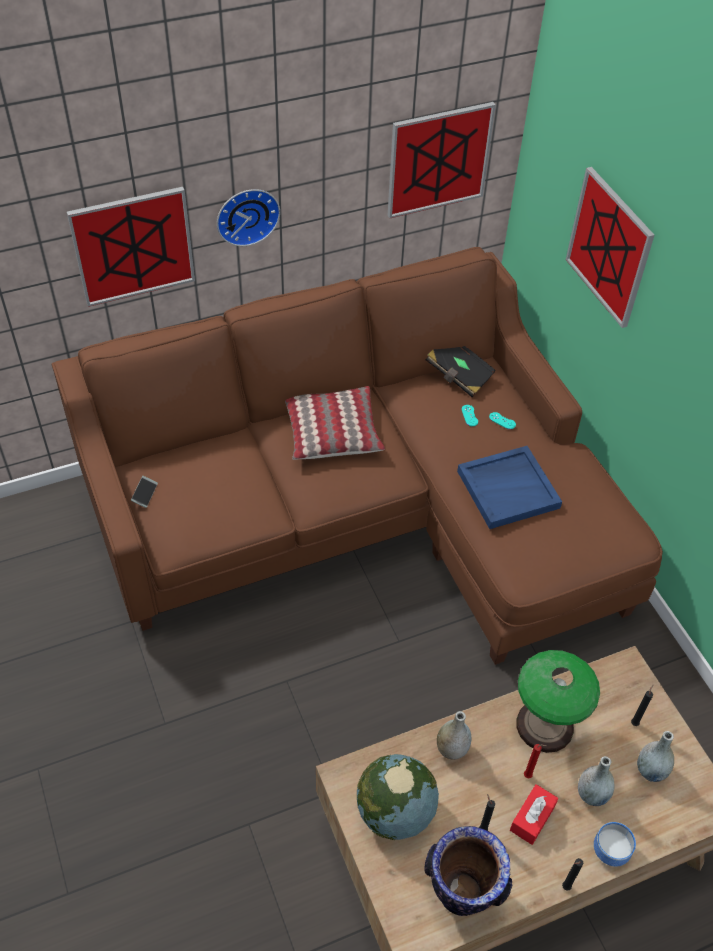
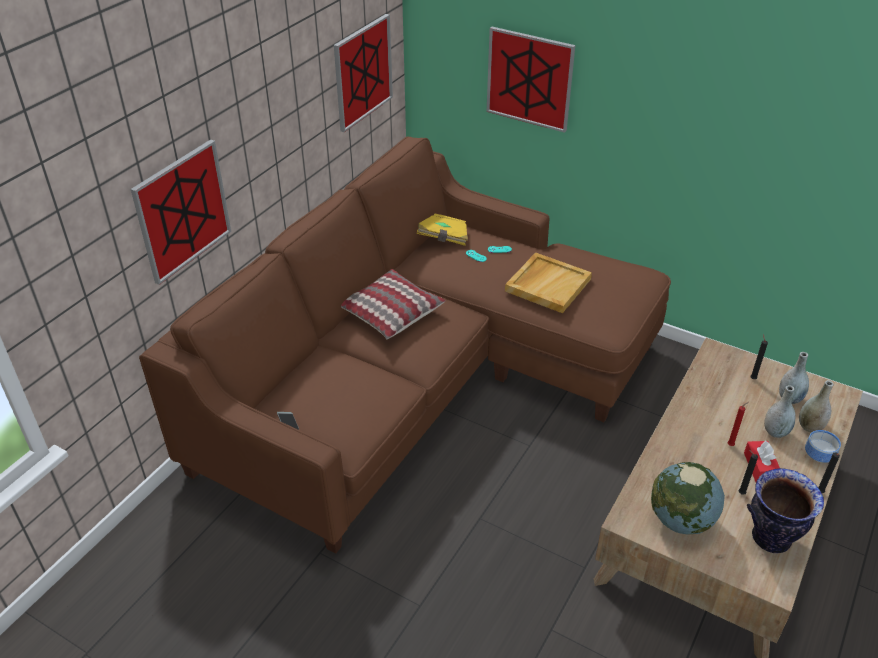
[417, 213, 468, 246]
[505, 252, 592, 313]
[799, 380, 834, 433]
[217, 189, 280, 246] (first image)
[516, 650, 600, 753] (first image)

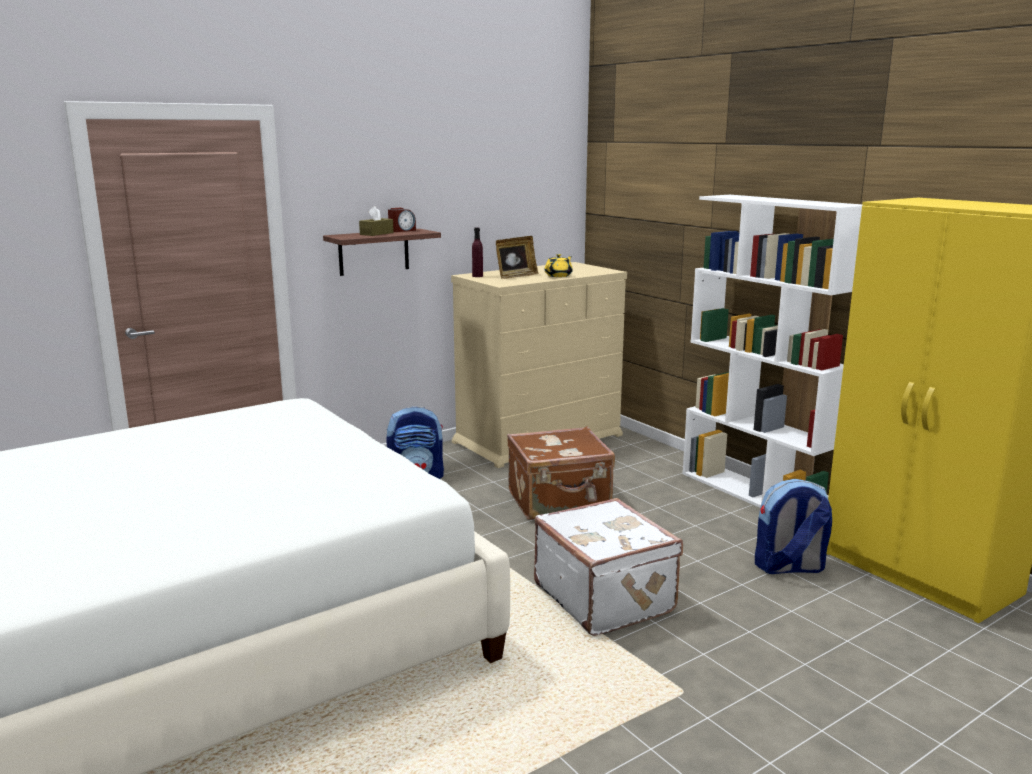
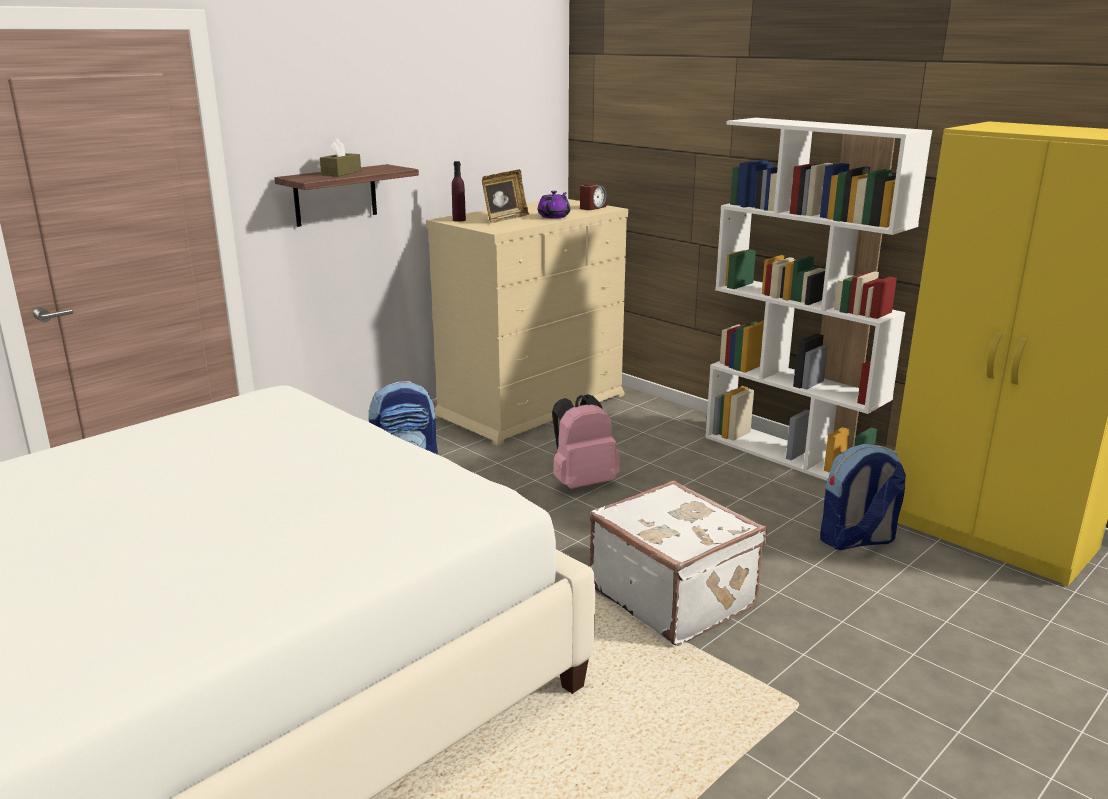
[538, 191, 570, 219]
[552, 394, 620, 489]
[580, 183, 606, 210]

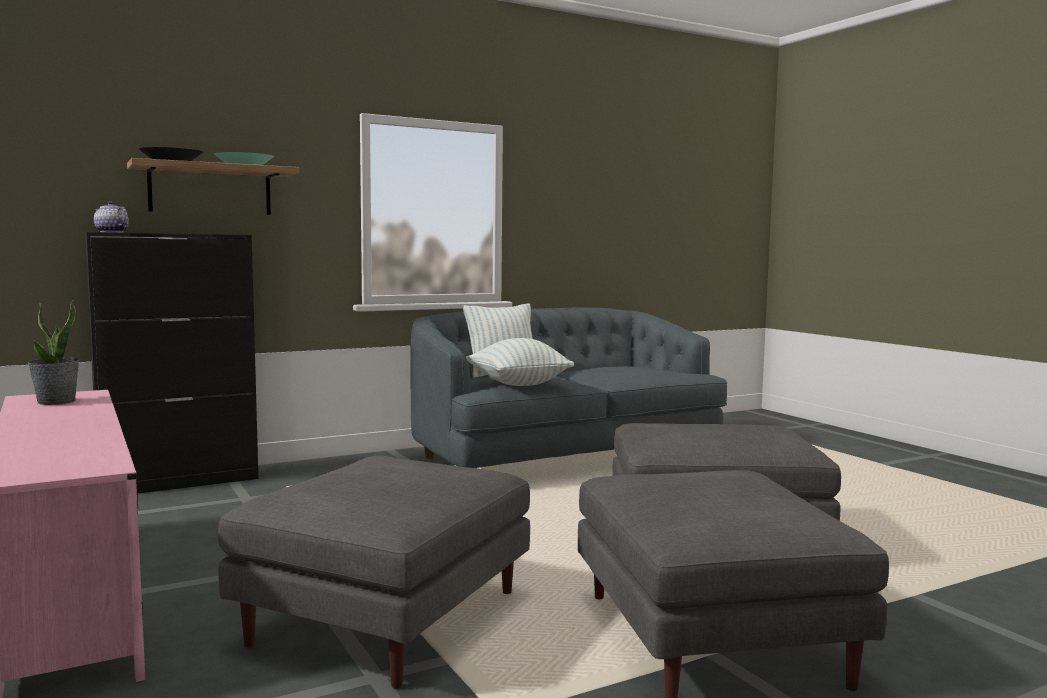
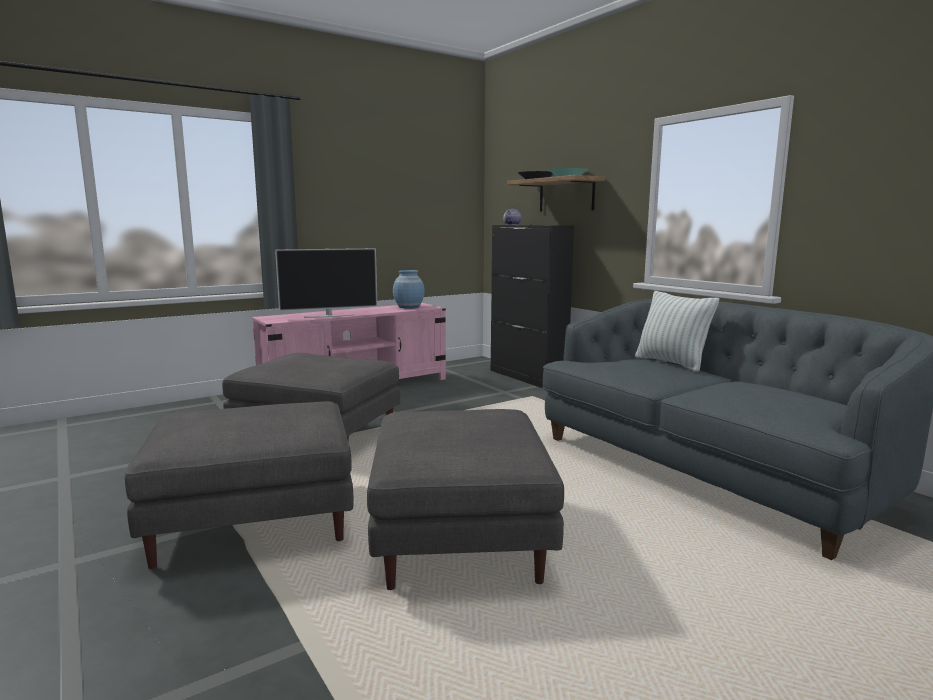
[275, 248, 378, 318]
[393, 270, 425, 309]
[466, 338, 574, 386] (first image)

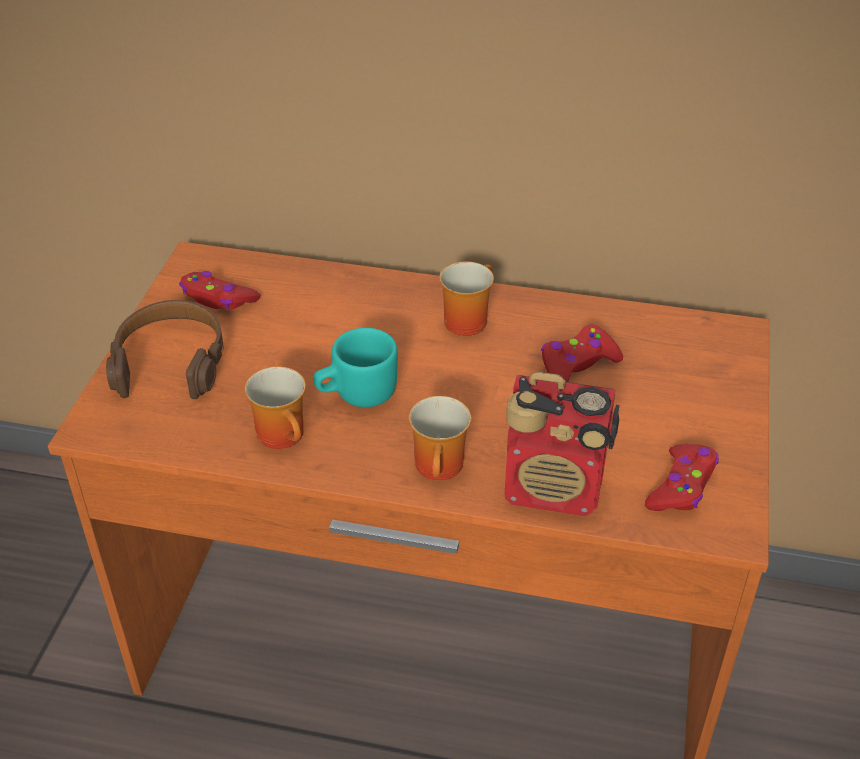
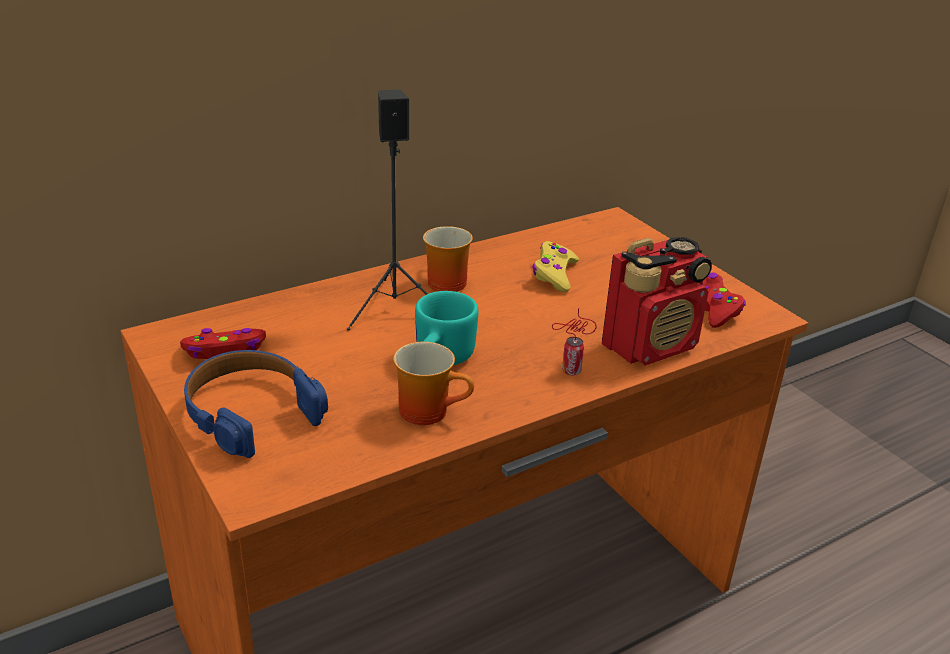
[184, 350, 328, 458]
[347, 89, 428, 330]
[532, 241, 579, 292]
[552, 308, 596, 375]

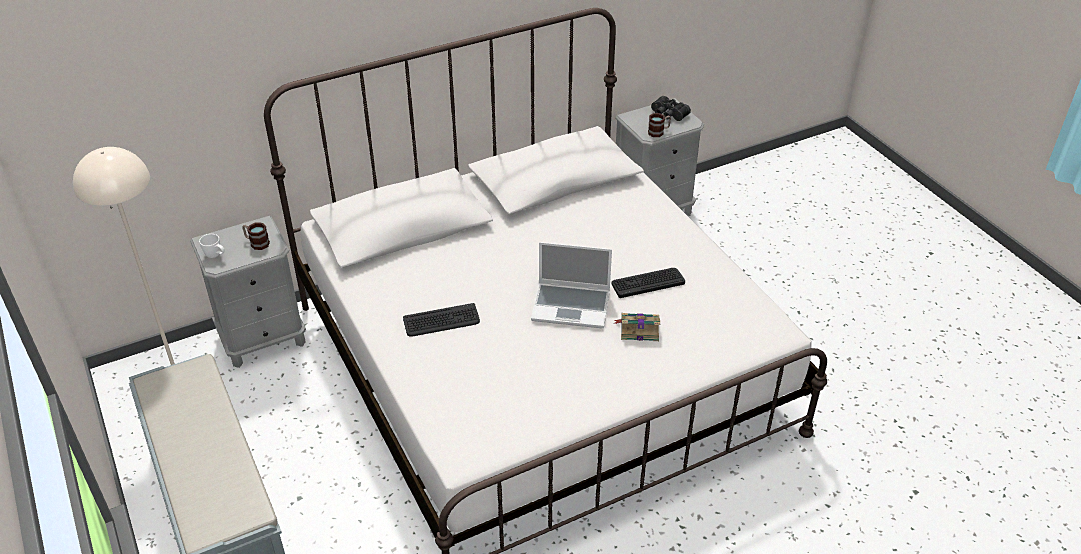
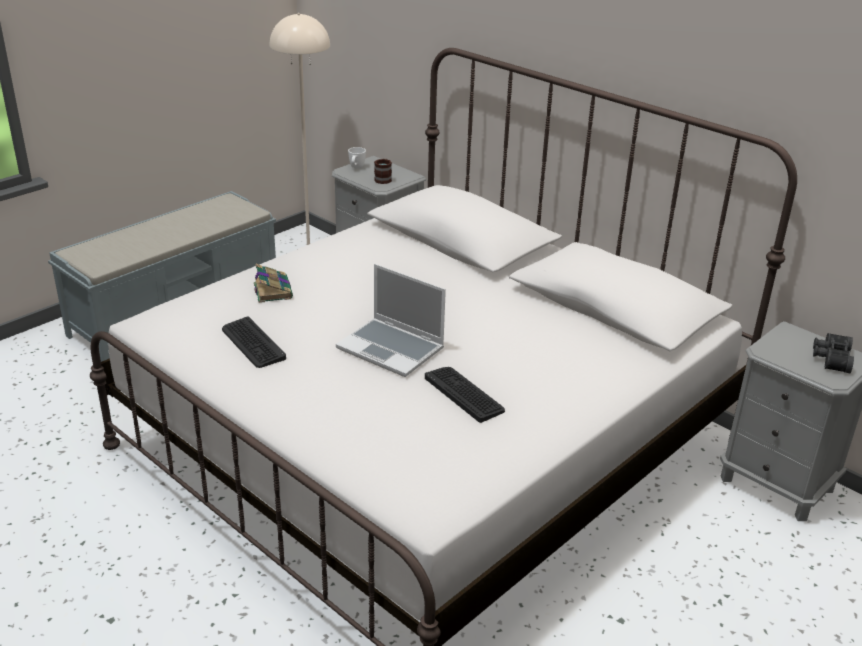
[222, 317, 286, 368]
[254, 264, 293, 303]
[336, 264, 446, 377]
[648, 113, 671, 137] (first image)

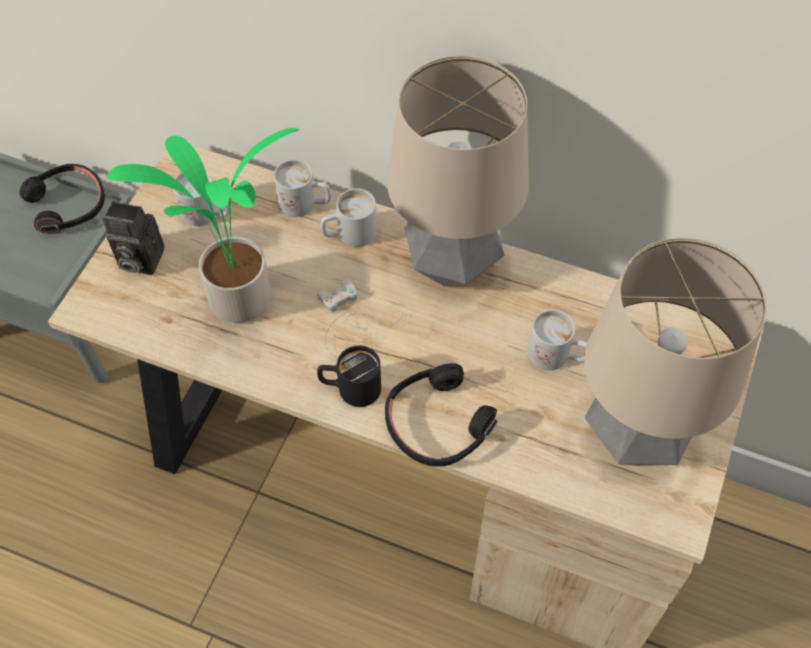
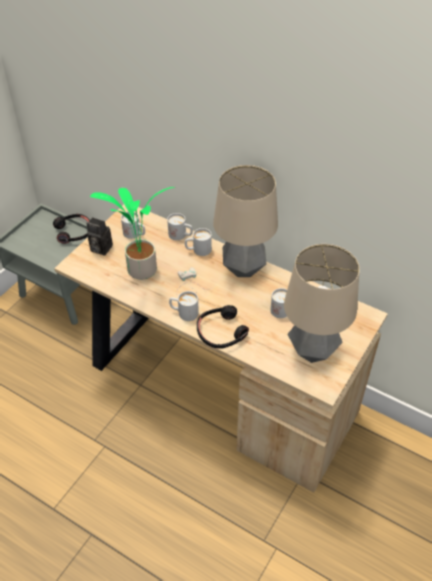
[169, 291, 199, 321]

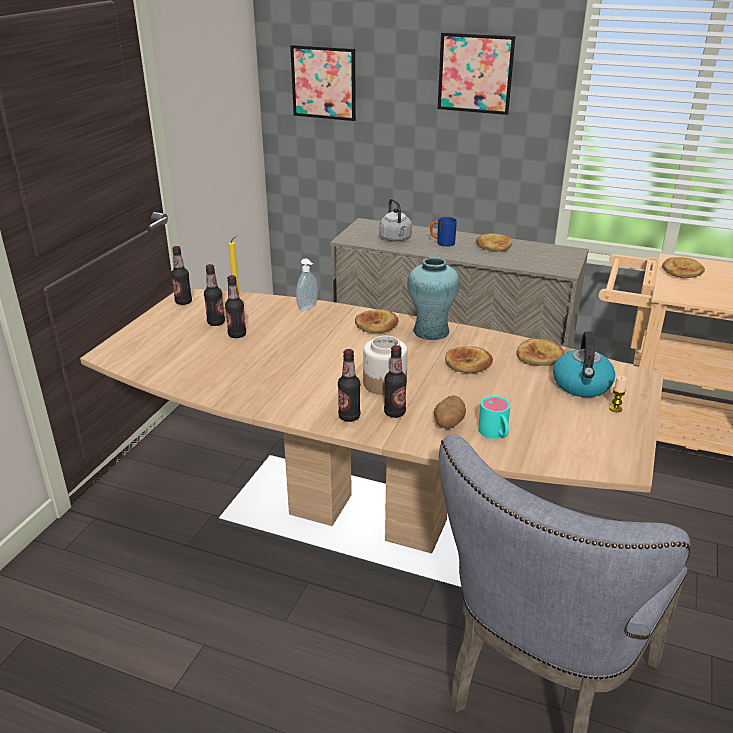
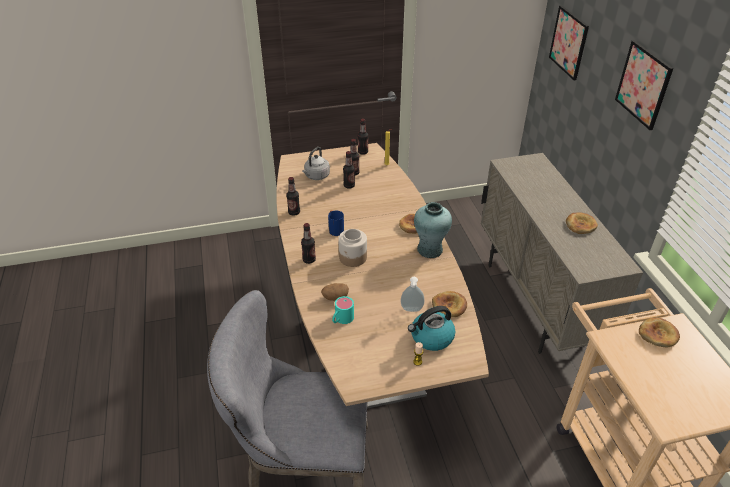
[286, 177, 300, 216]
[302, 147, 330, 180]
[328, 210, 344, 236]
[401, 277, 425, 312]
[445, 346, 493, 374] (first image)

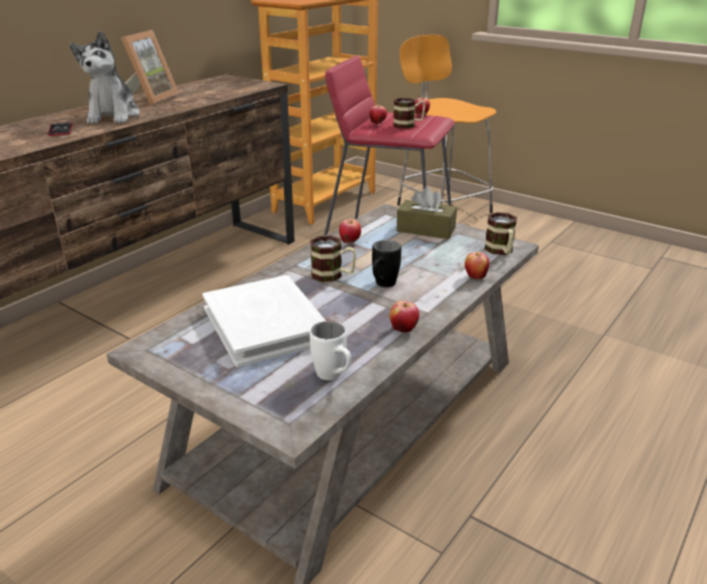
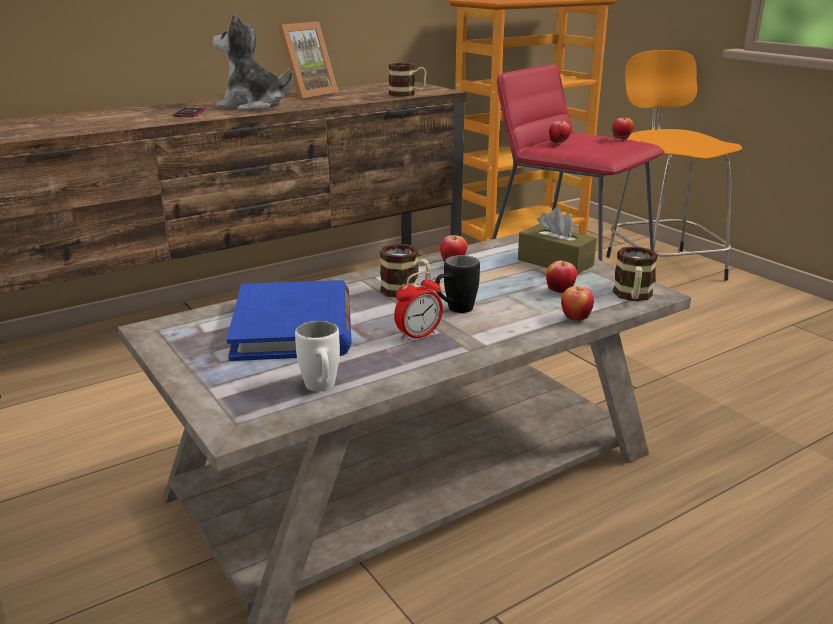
[213, 13, 293, 110]
[227, 280, 352, 361]
[388, 63, 427, 97]
[394, 271, 443, 342]
[546, 261, 577, 294]

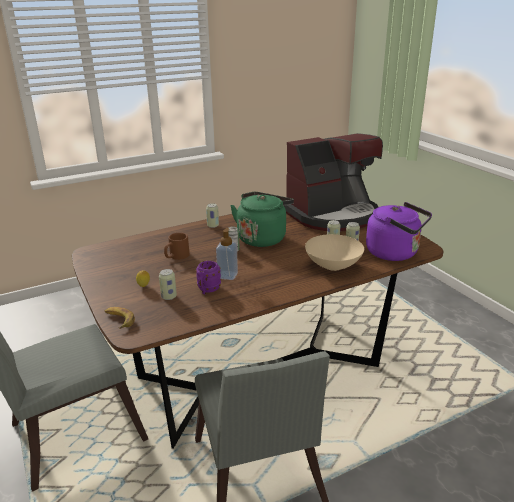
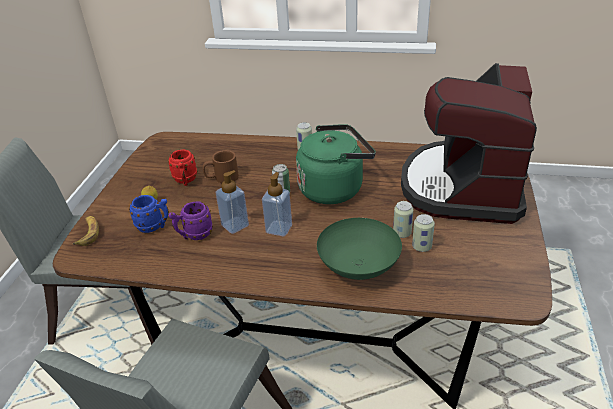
[129, 195, 169, 233]
[168, 150, 198, 186]
[262, 172, 292, 236]
[317, 218, 402, 280]
[401, 63, 537, 224]
[366, 202, 432, 261] (first image)

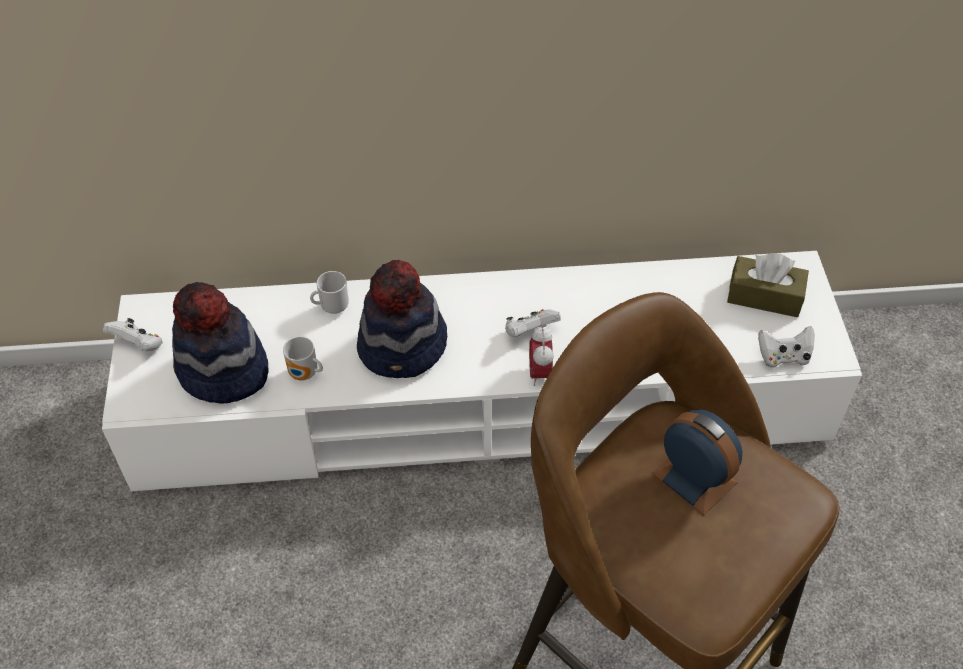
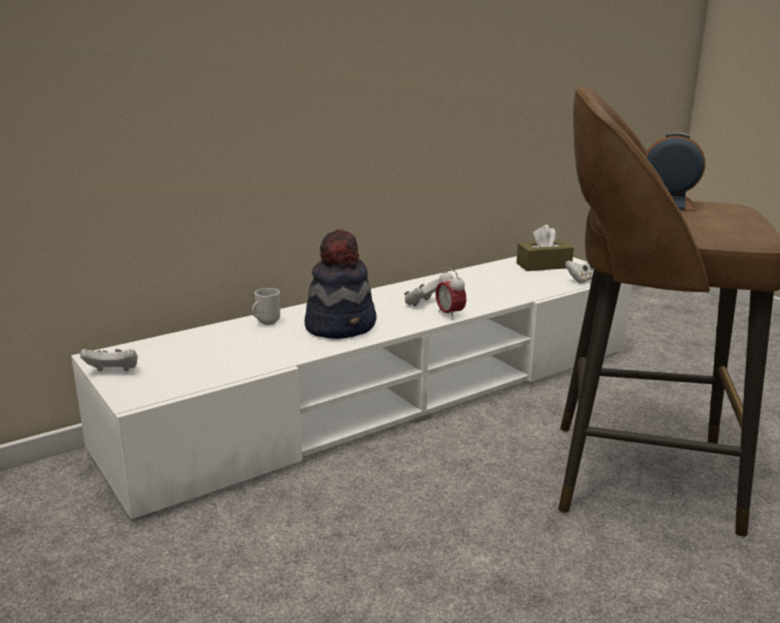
[172, 282, 269, 404] (first image)
[283, 336, 323, 381] (first image)

